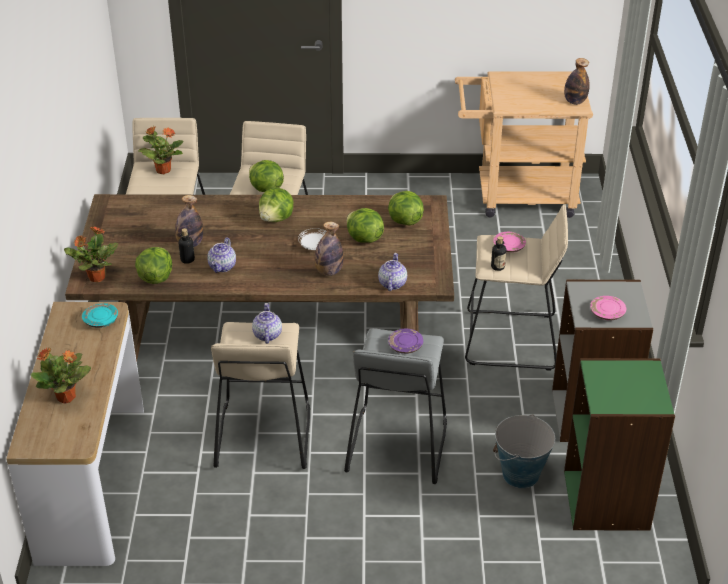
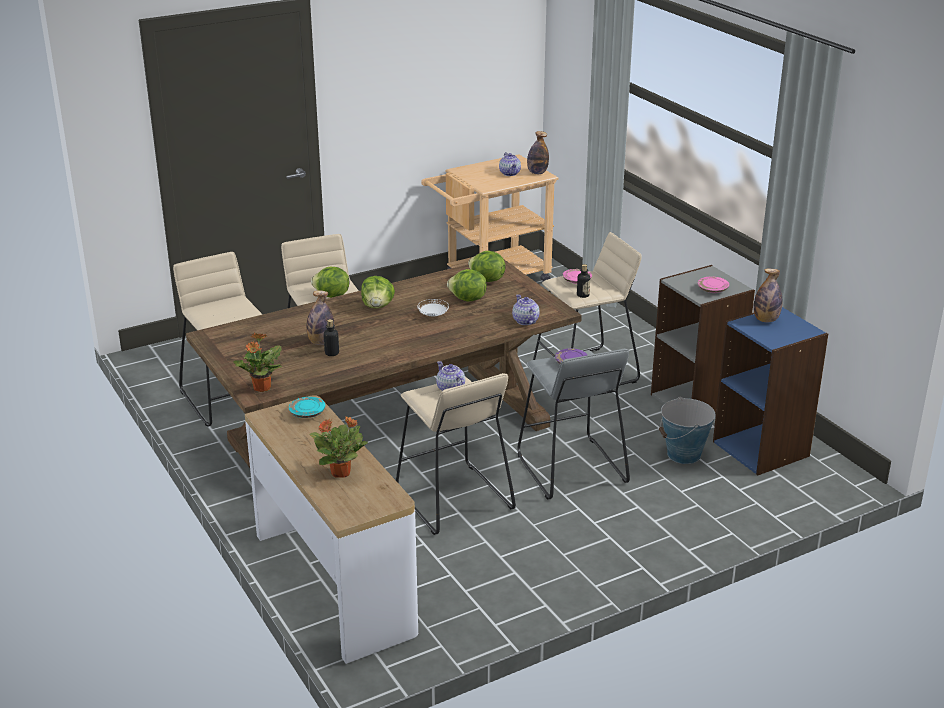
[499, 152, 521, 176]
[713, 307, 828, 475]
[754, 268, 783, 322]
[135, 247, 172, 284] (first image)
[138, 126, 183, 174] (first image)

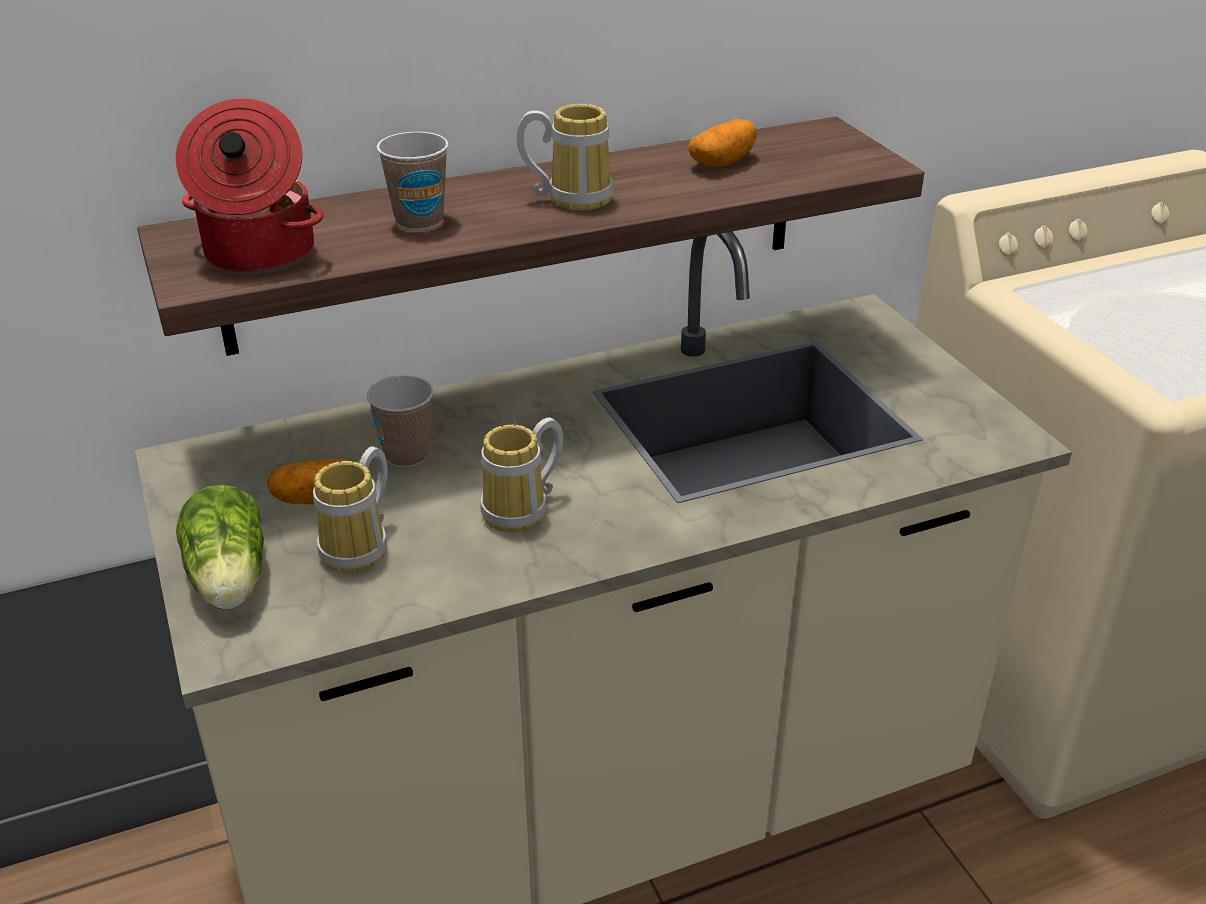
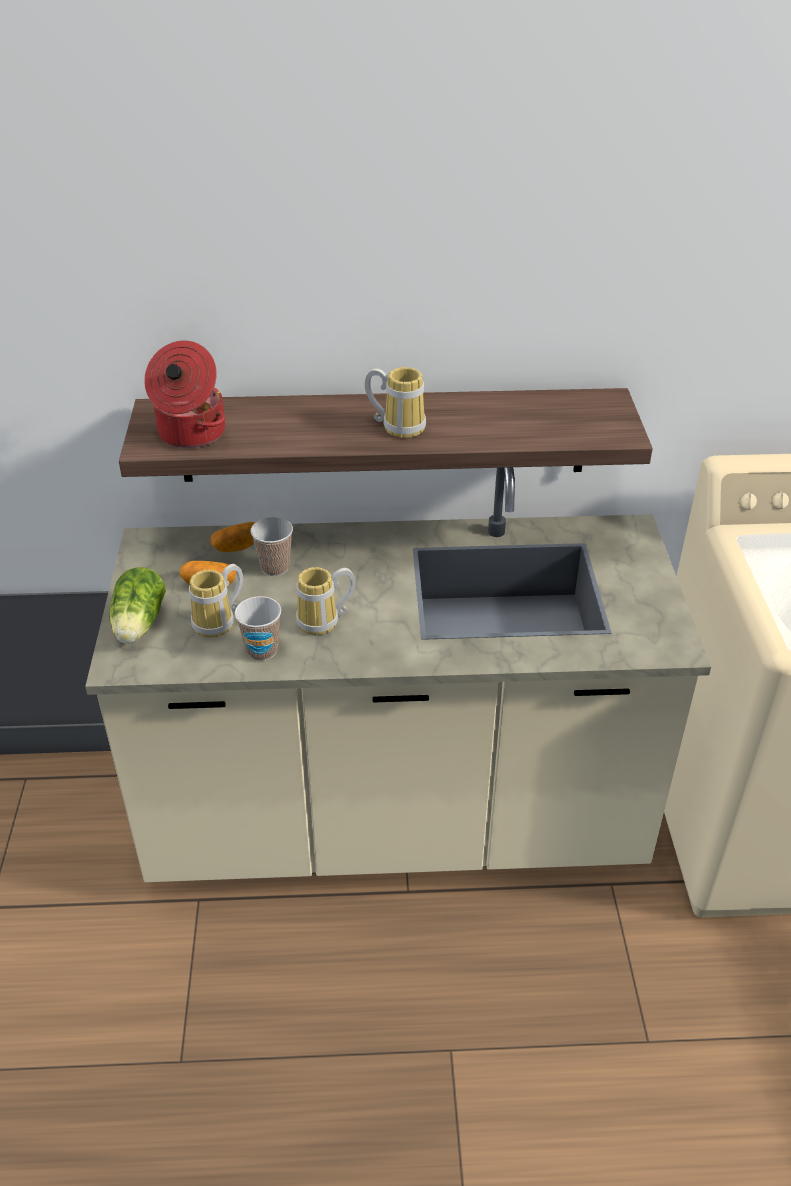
[211, 522, 255, 552]
[235, 596, 281, 661]

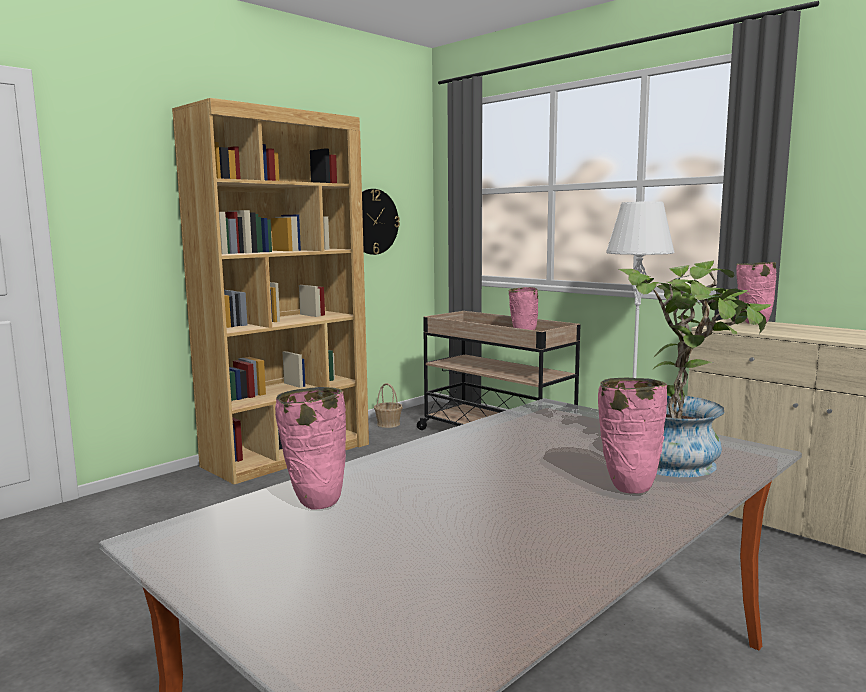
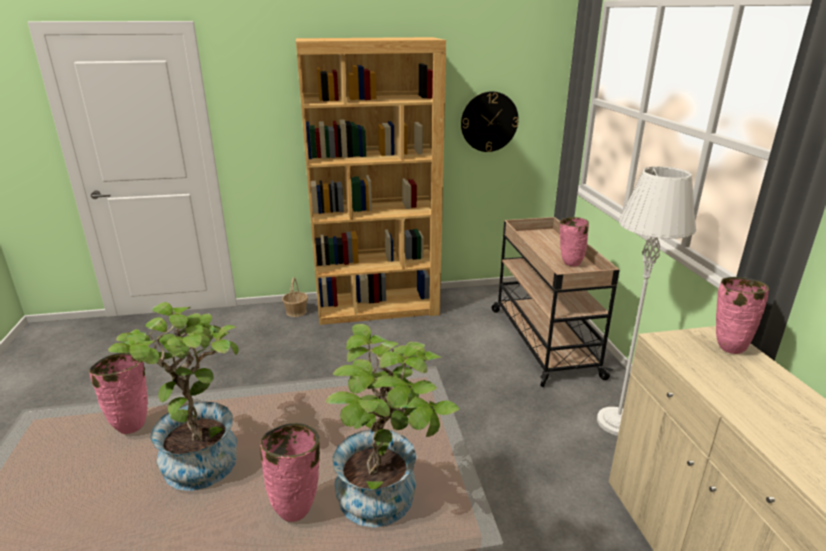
[108, 302, 239, 491]
[282, 278, 308, 317]

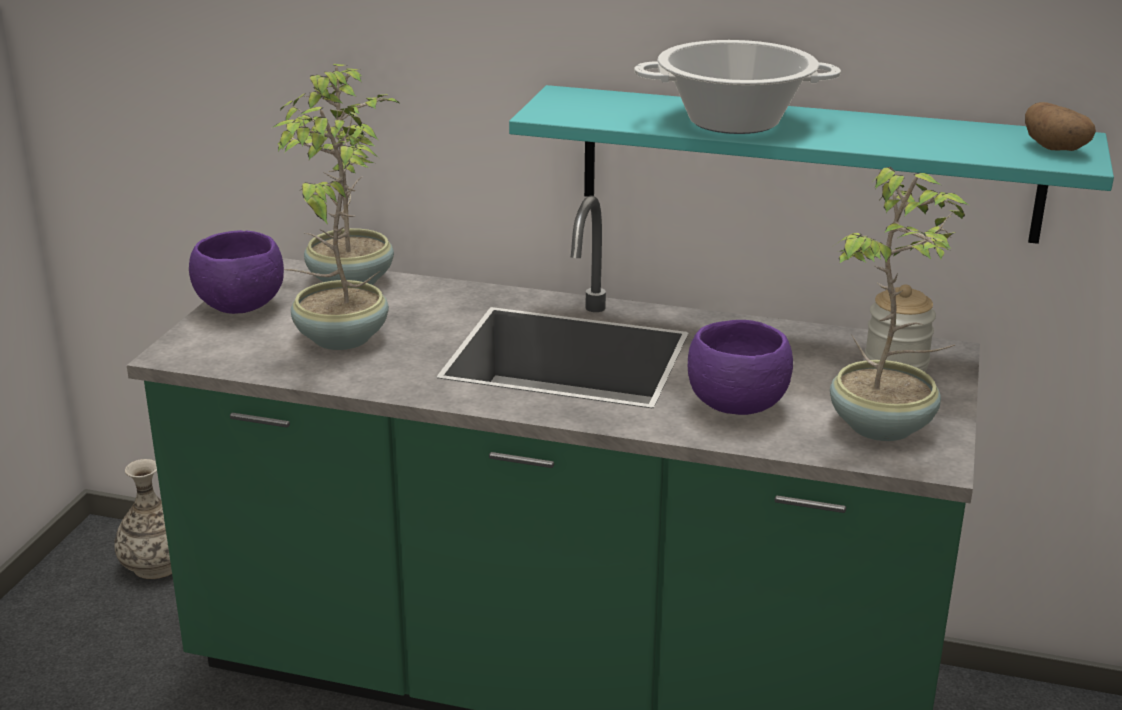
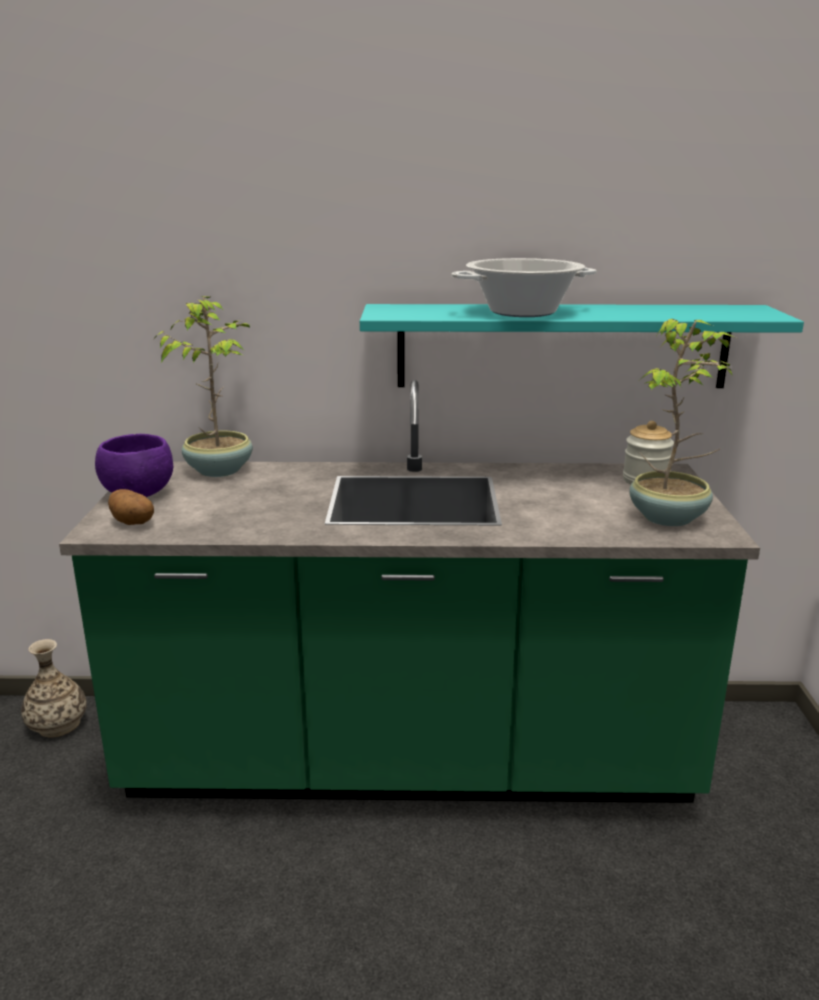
[108, 489, 154, 525]
[270, 107, 389, 350] (first image)
[687, 320, 793, 415] (first image)

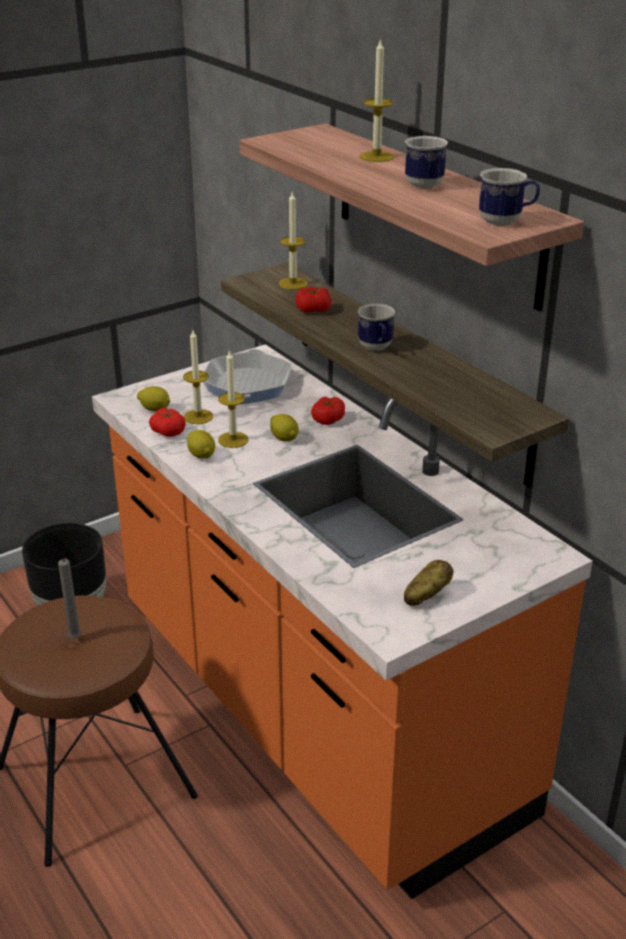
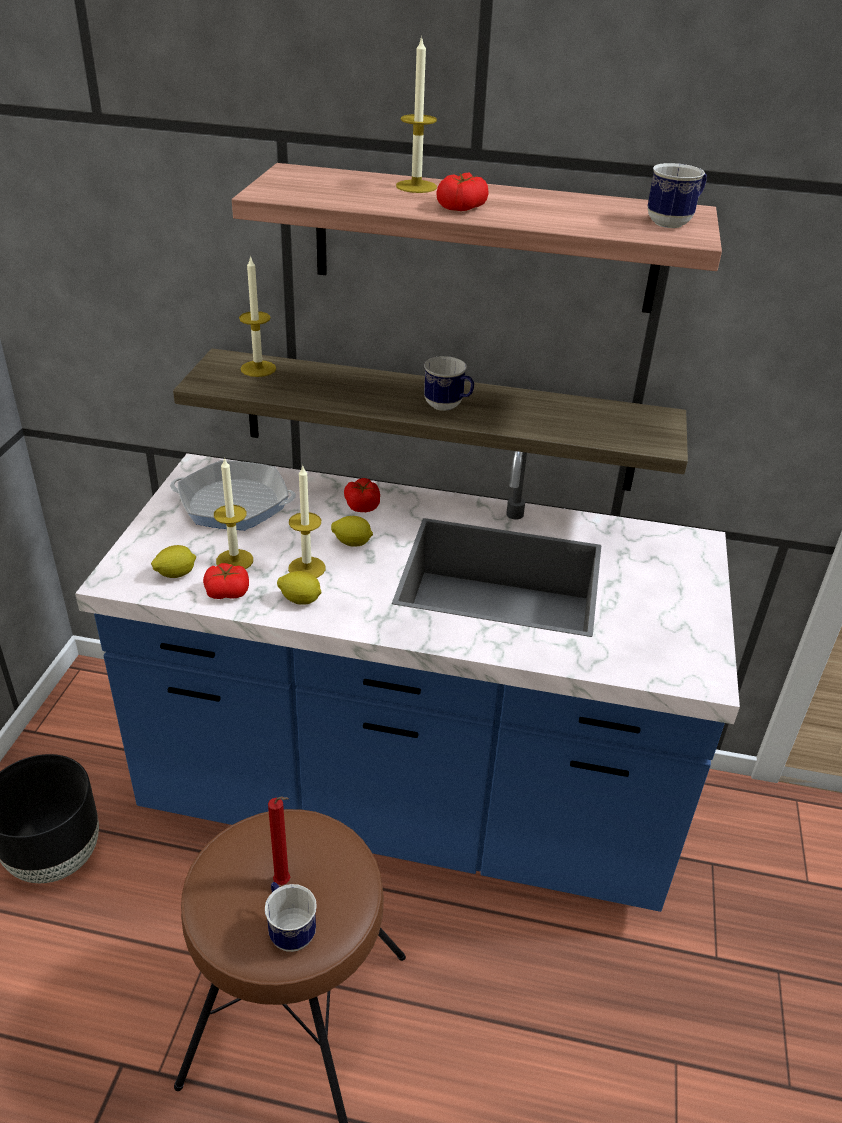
[75, 451, 740, 912]
[170, 460, 296, 530]
[265, 882, 317, 952]
[268, 796, 290, 885]
[436, 172, 489, 211]
[404, 560, 454, 606] (first image)

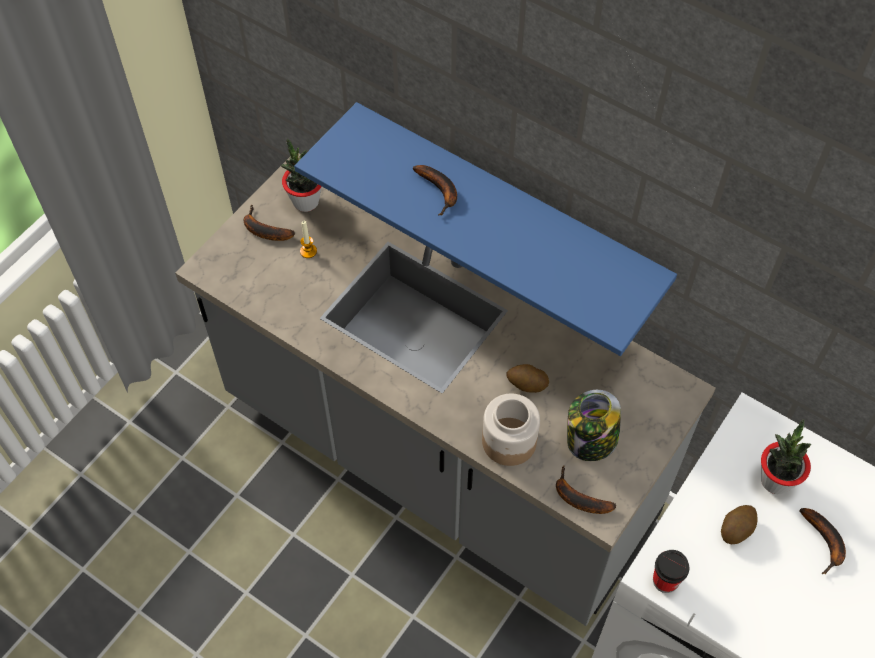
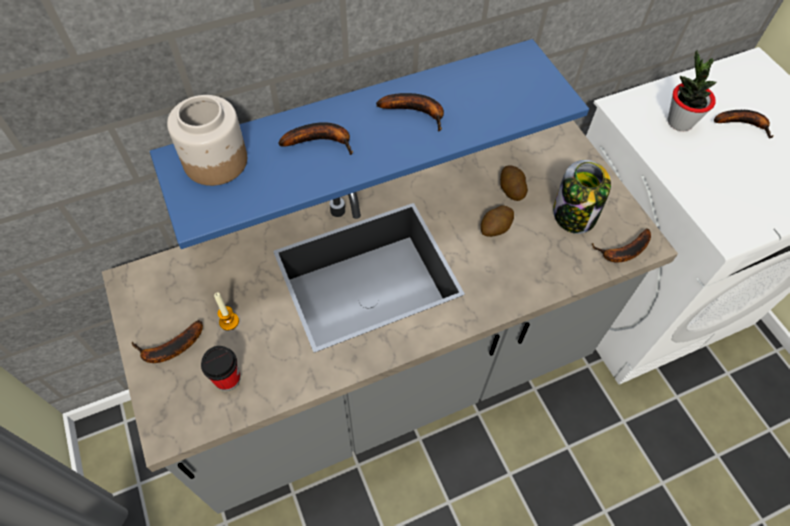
[167, 95, 247, 186]
[201, 346, 241, 391]
[376, 93, 444, 132]
[500, 165, 528, 201]
[280, 138, 322, 212] (first image)

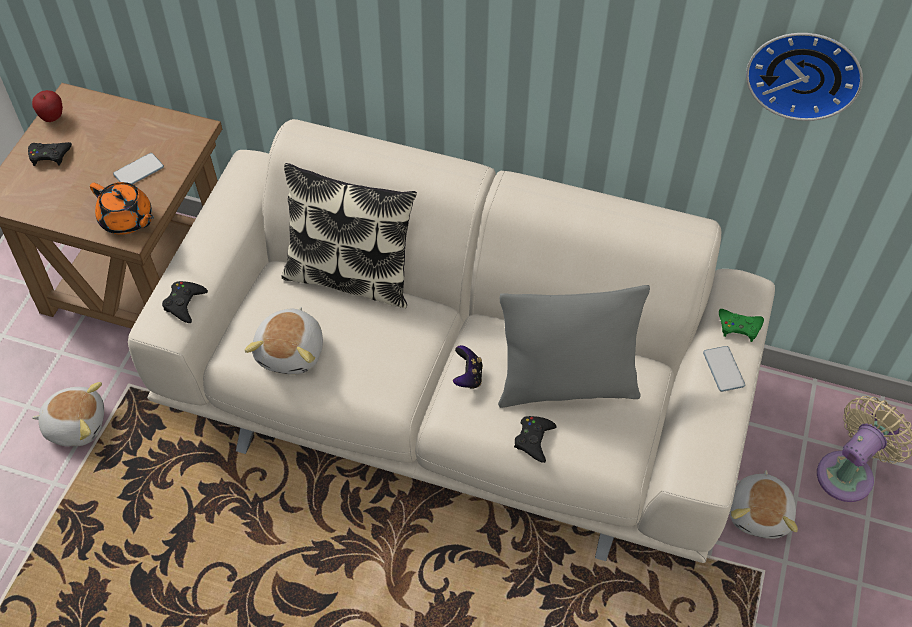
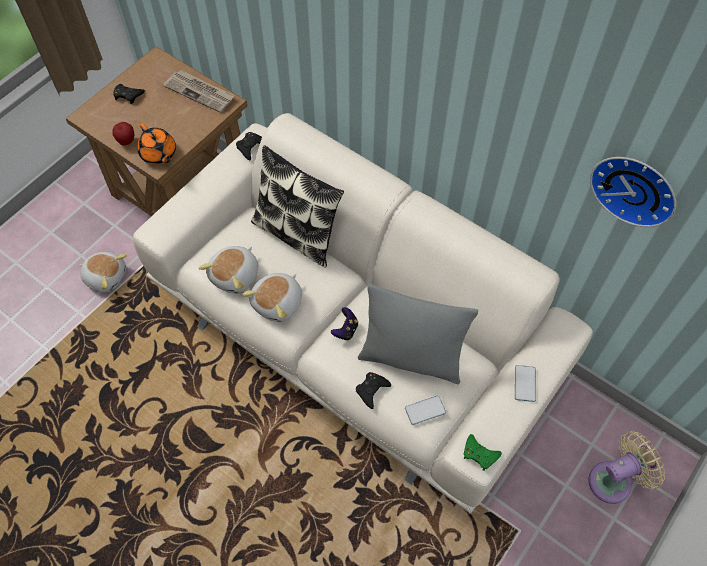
[112, 122, 134, 145]
[163, 70, 235, 113]
[236, 132, 262, 160]
[242, 273, 302, 322]
[405, 396, 446, 425]
[464, 434, 502, 471]

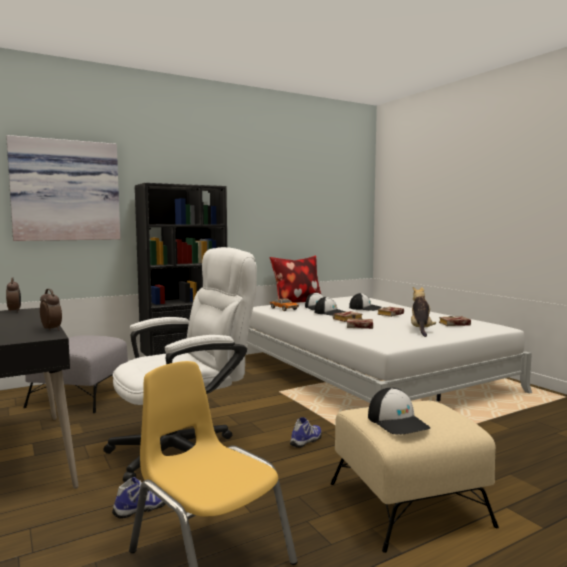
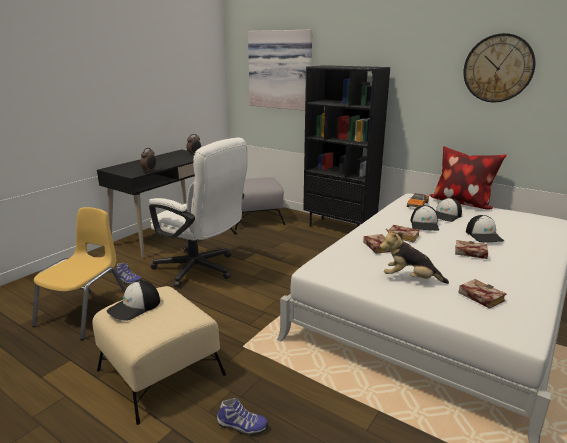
[217, 398, 268, 436]
[380, 229, 449, 284]
[463, 33, 536, 102]

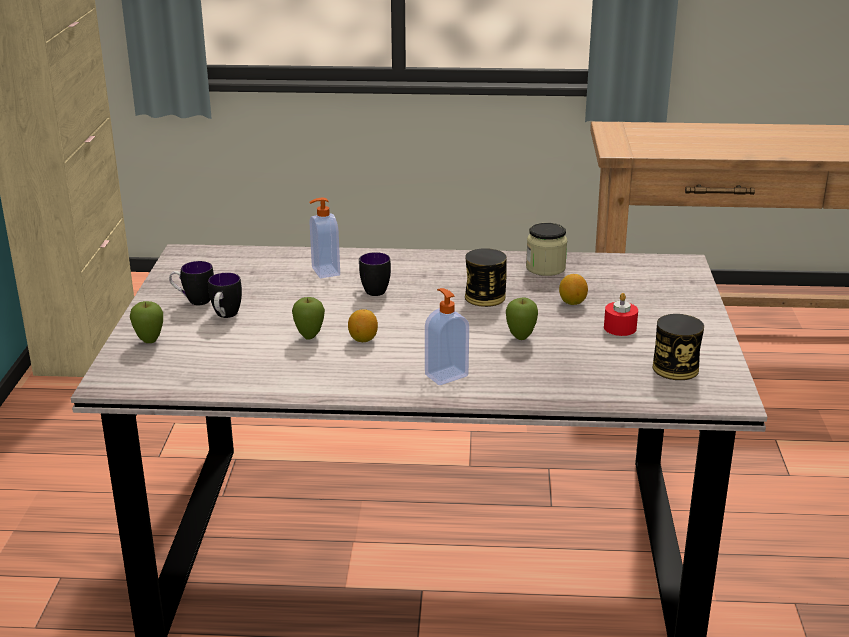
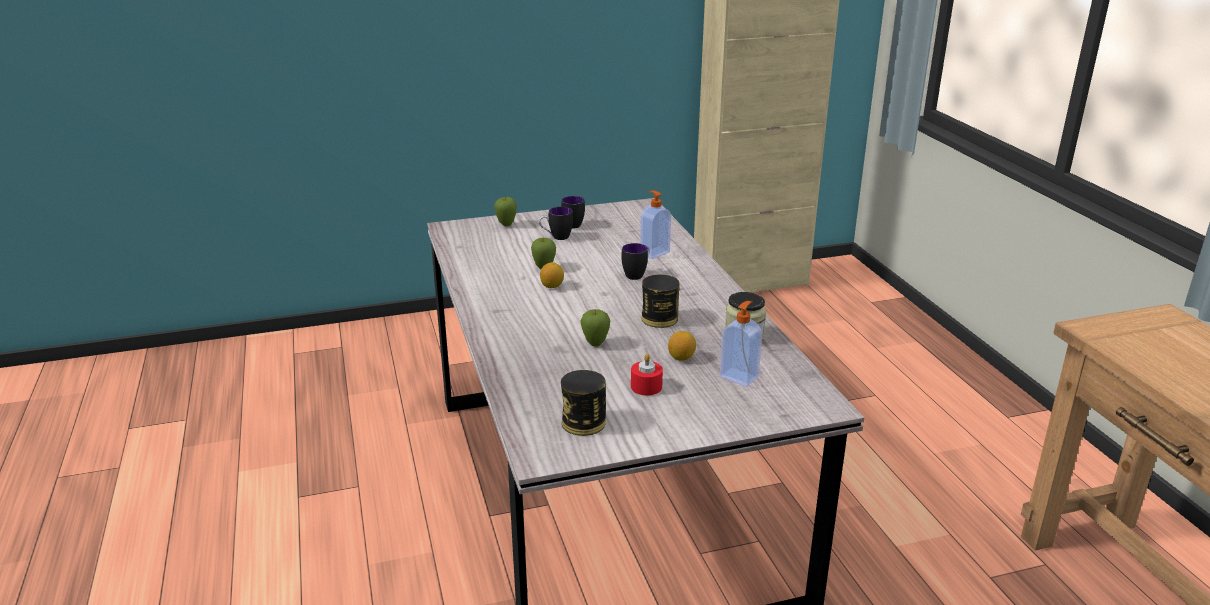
[720, 301, 762, 387]

